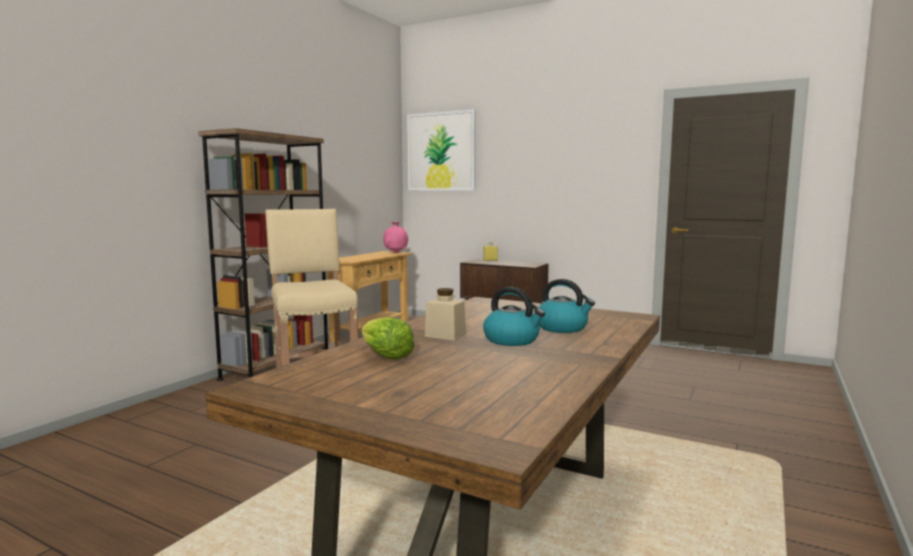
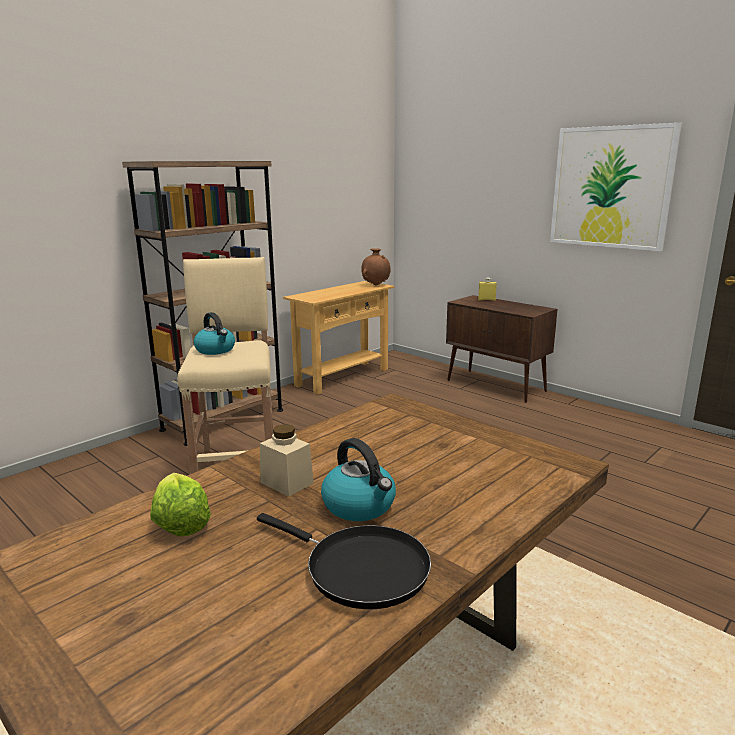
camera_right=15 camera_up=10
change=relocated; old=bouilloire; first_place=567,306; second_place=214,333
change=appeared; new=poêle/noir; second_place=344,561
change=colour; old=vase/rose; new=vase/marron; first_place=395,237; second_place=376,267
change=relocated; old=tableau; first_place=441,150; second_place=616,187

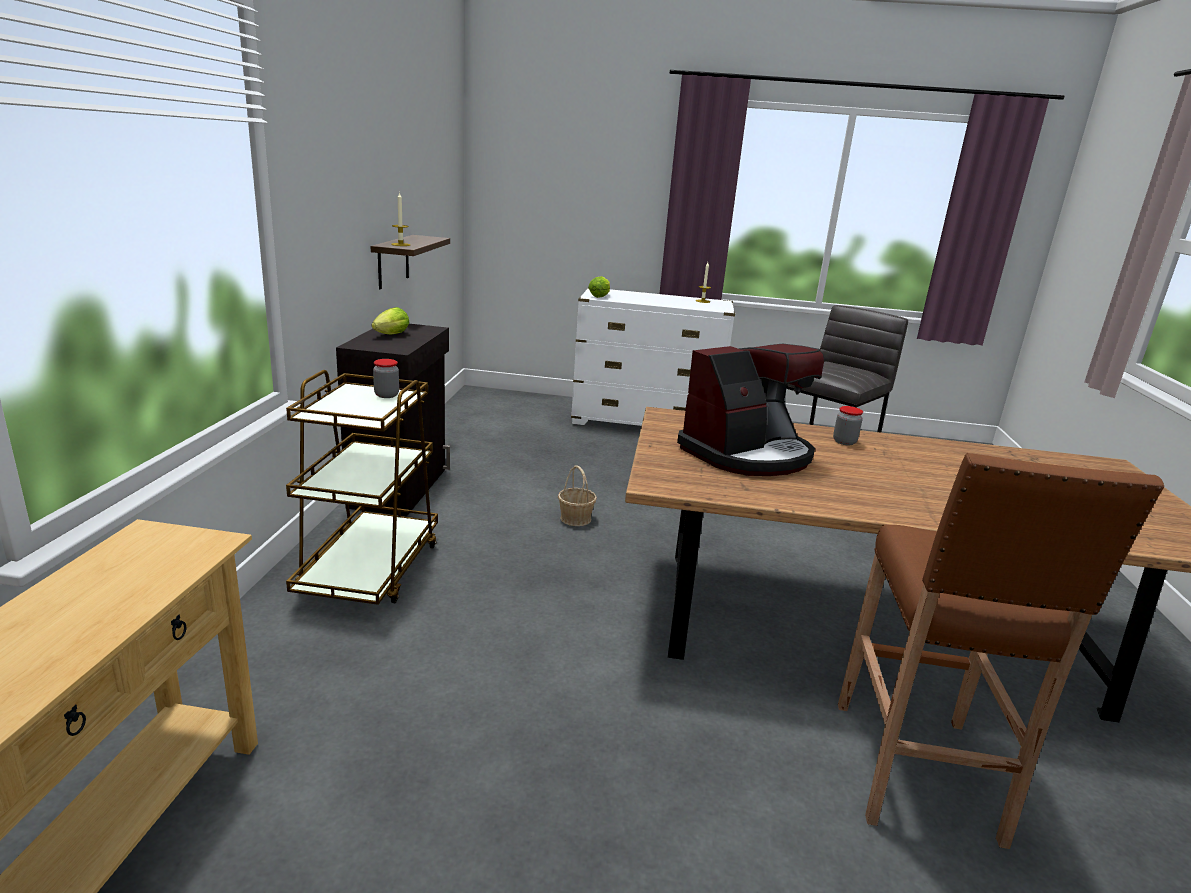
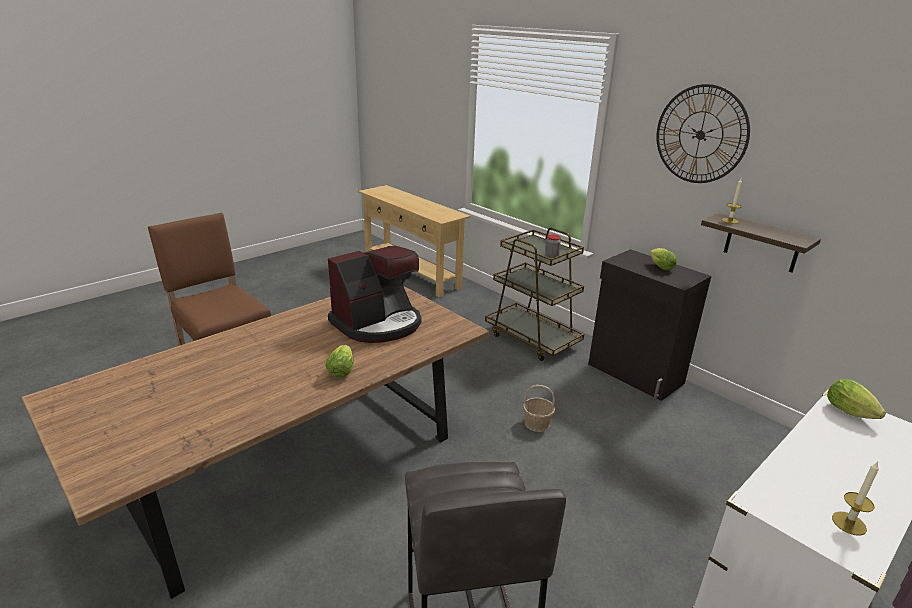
camera_right=130 camera_up=5
change=exchanged; old=bocal; new=laitue; first_place=848,425; second_place=339,361
change=spun; old=machine à café; first_place=750,409; second_place=375,294; degrees=-135
change=appeared; new=horloge murale; second_place=703,133

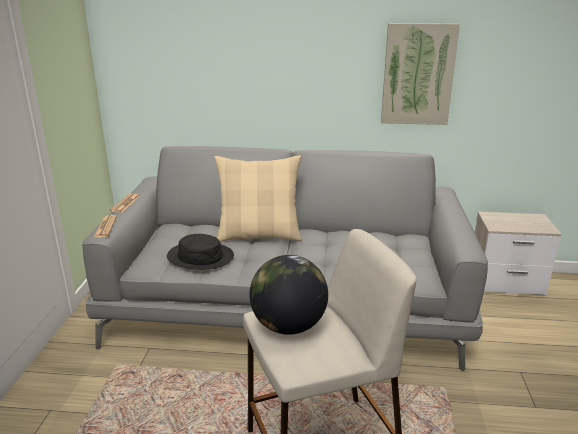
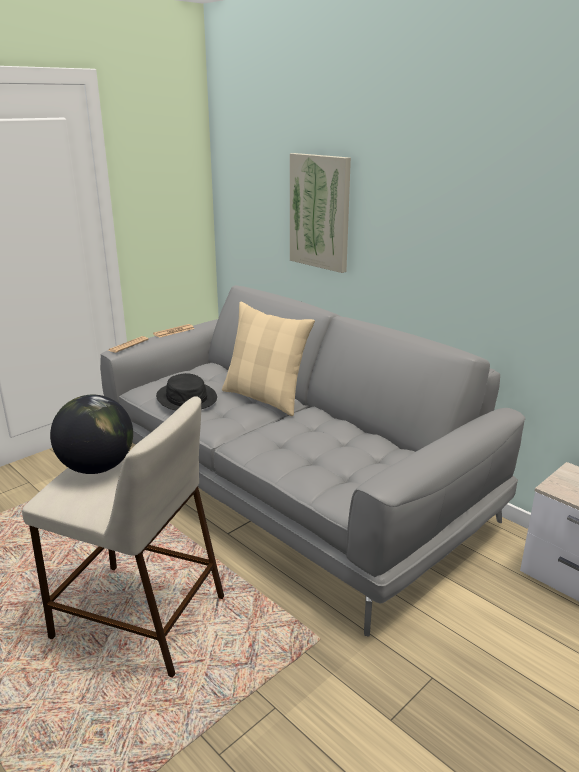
camera_right=40 camera_up=0
change=relocated; old=tableau; first_place=420,74; second_place=320,213

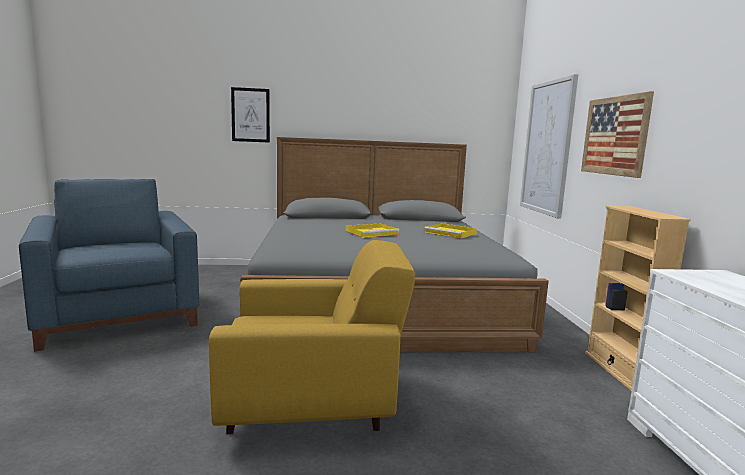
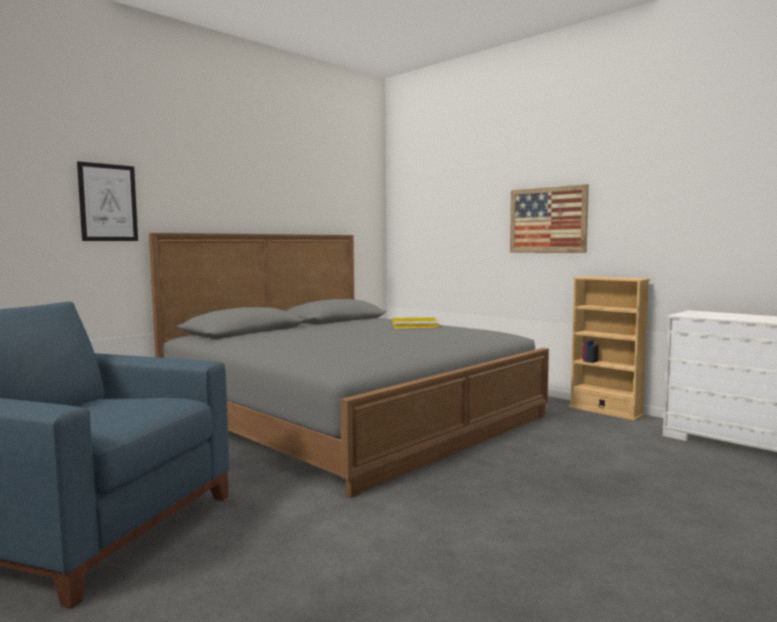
camera_right=-40 camera_up=-5
change=missing; old=fauteuil/jaune; first_place=312,337
change=missing; old=plateau/jaune; first_place=373,230
change=missing; old=tableau; first_place=549,146

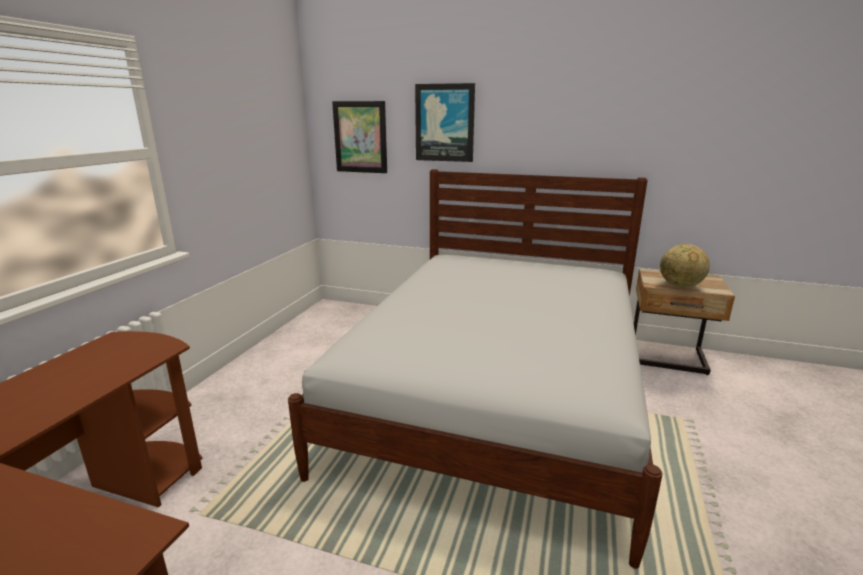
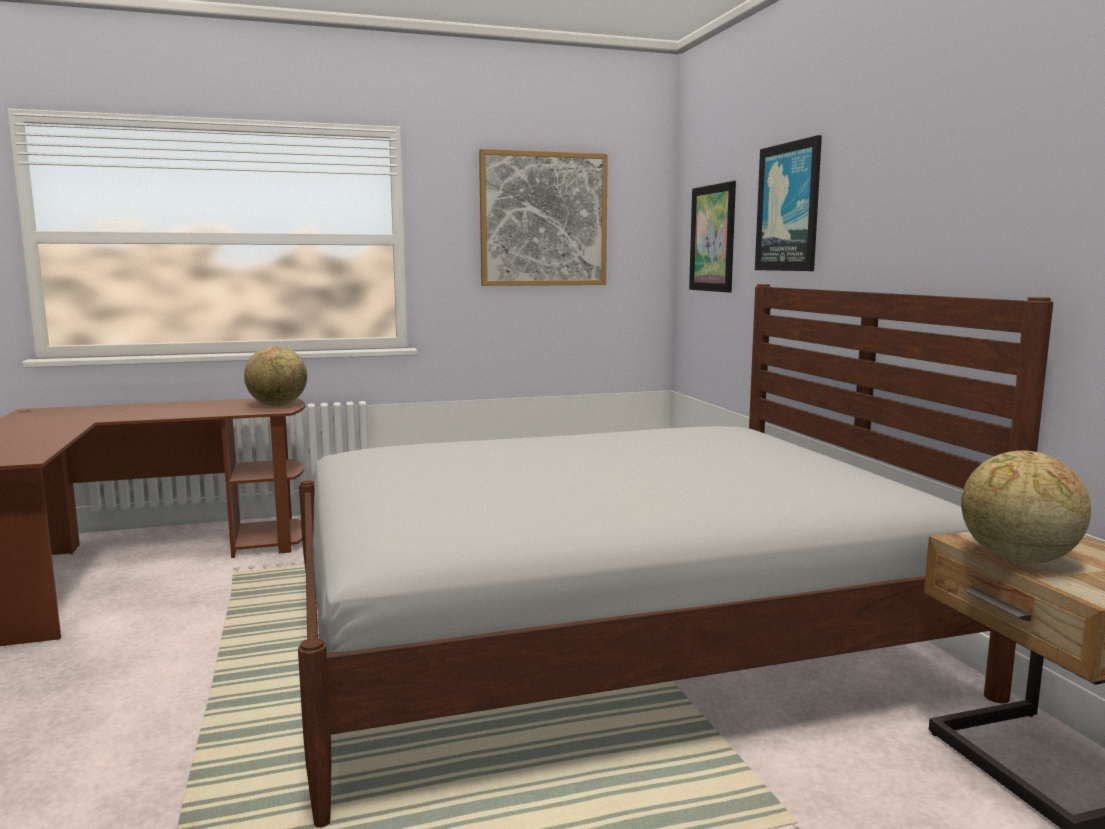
camera_right=55 camera_up=-10
change=appeared; new=globe; second_place=275,376
change=appeared; new=tableau; second_place=543,217

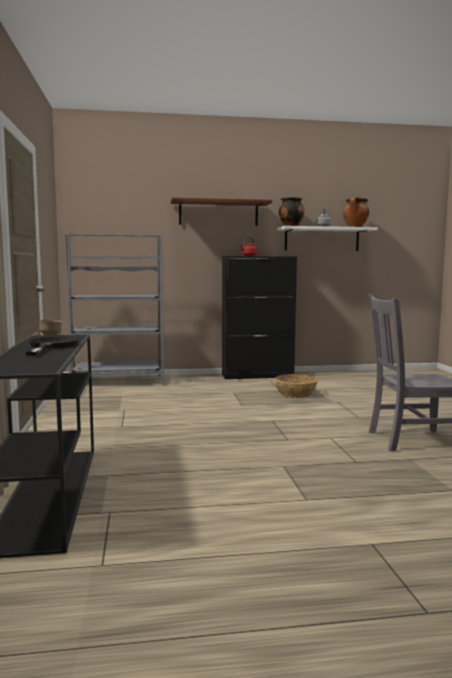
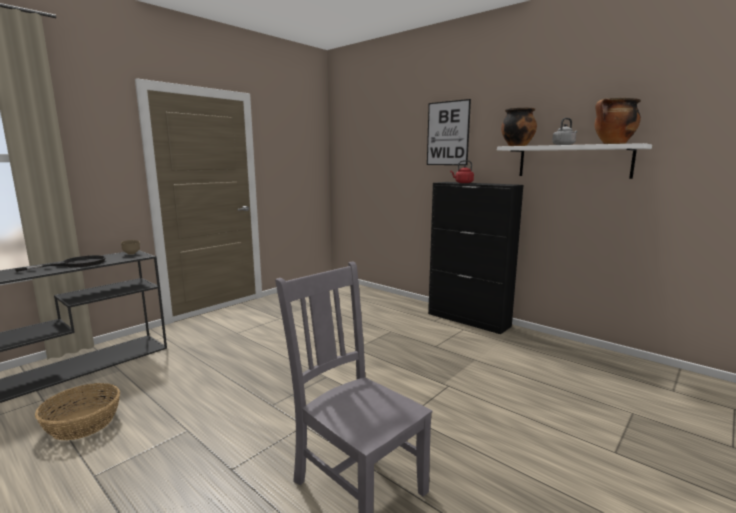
camera_right=50 camera_up=5
change=relocated; old=panier; first_place=296,386; second_place=77,412
change=exchanged; old=étagère/marron; new=tableau; first_place=221,212; second_place=449,132
change=missing; old=bibliothèque/gris; first_place=114,309

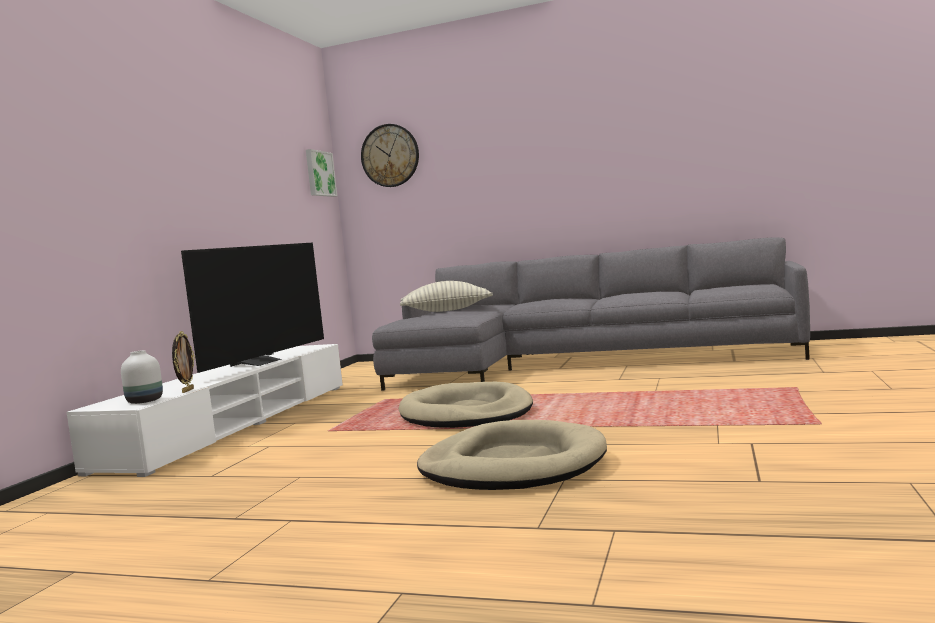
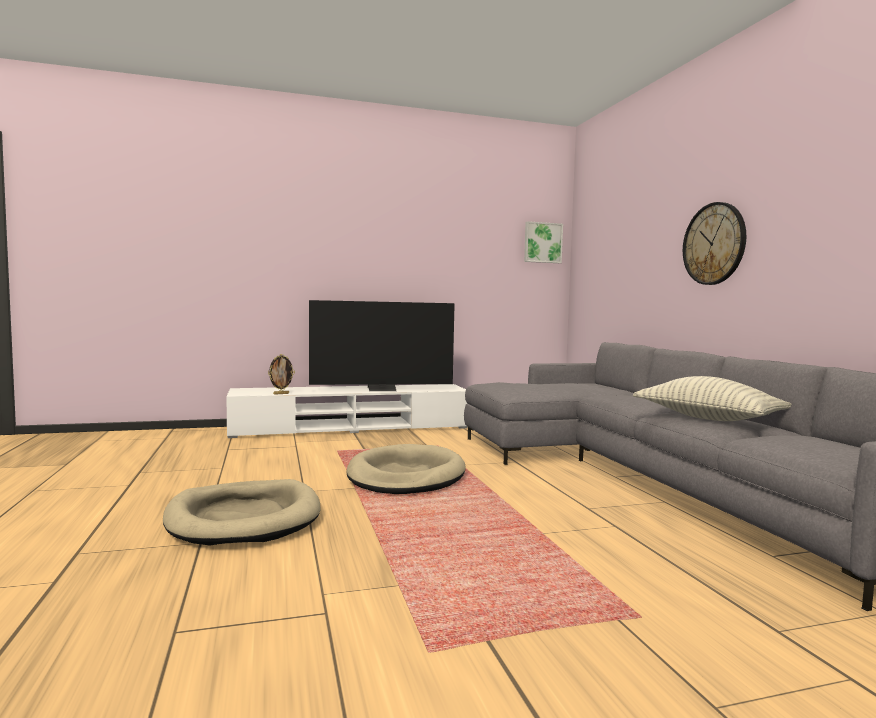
camera_right=55 camera_up=0
change=relocated; old=coussin; first_place=446,296; second_place=712,398
change=relocated; old=horloge murale; first_place=390,155; second_place=714,243
change=missing; old=vase/blanc; first_place=142,377

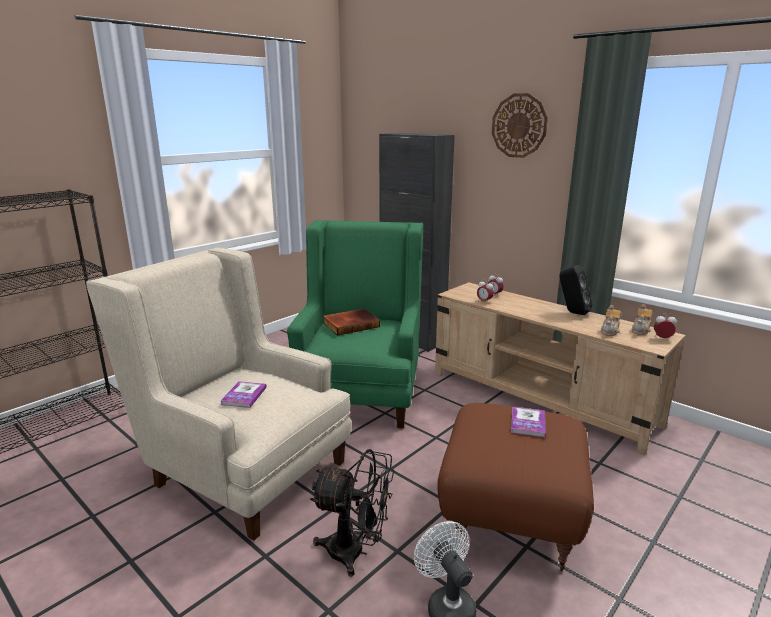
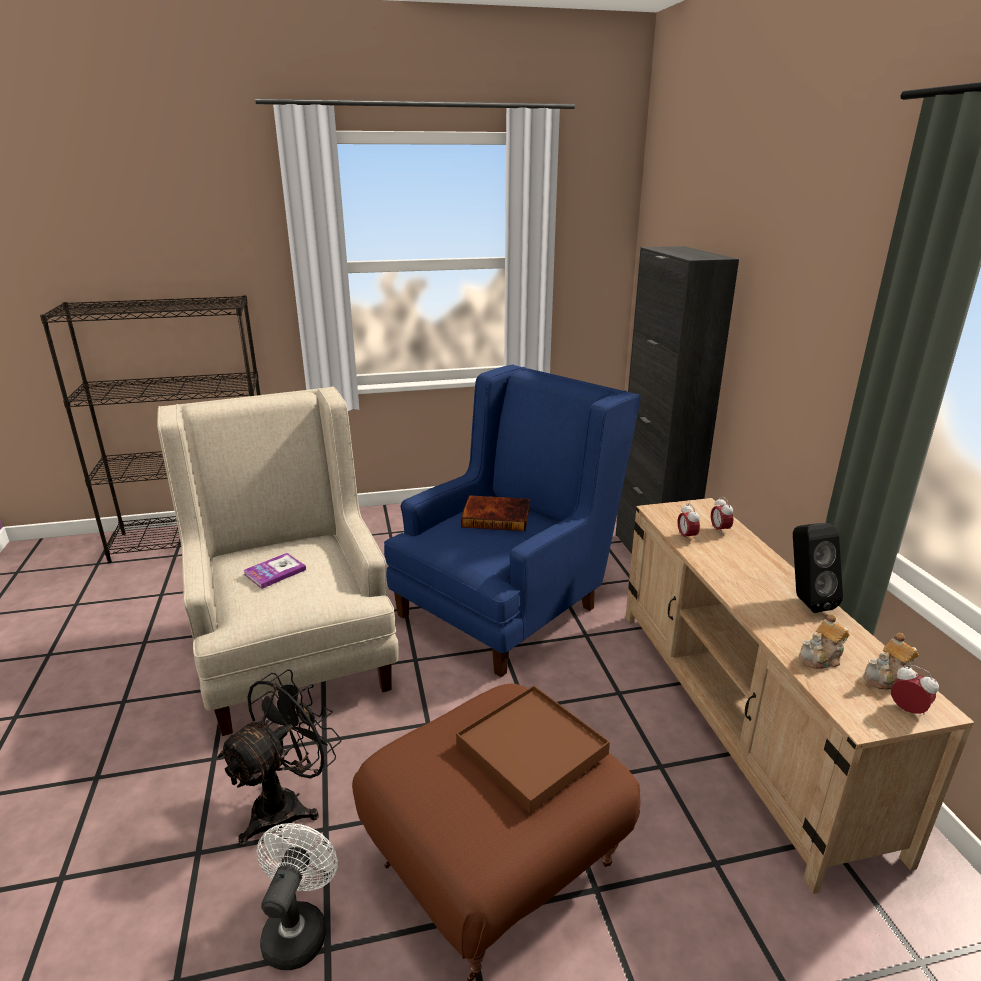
camera_right=35 camera_up=5
change=spun; old=ventilateur/noir; first_place=352,513; second_place=279,757; degrees=-105
change=colour; old=fauteuil/vert; new=fauteuil/bleu; first_place=355,324; second_place=512,520
change=exchanged; old=livre; new=plateau/marron; first_place=528,422; second_place=533,749
change=missing; old=horloge murale; first_place=520,125

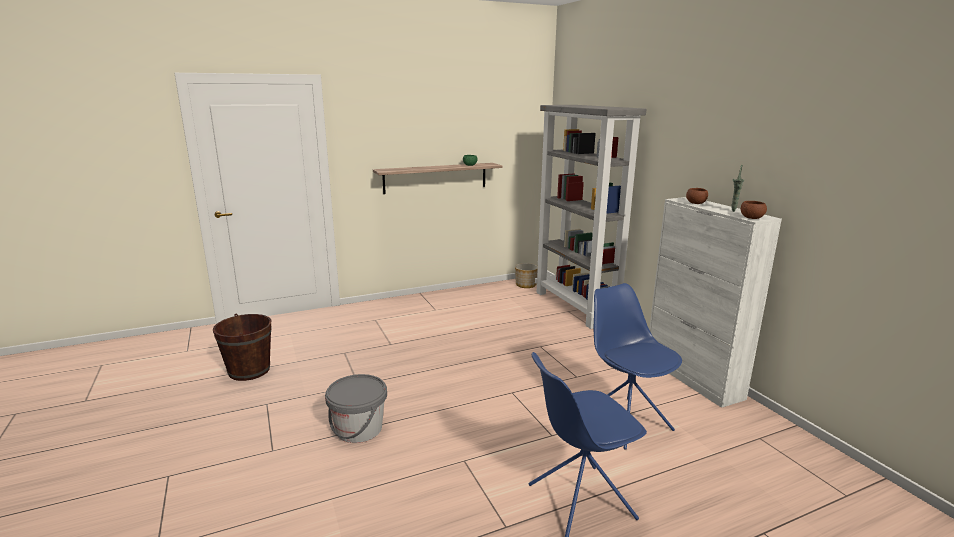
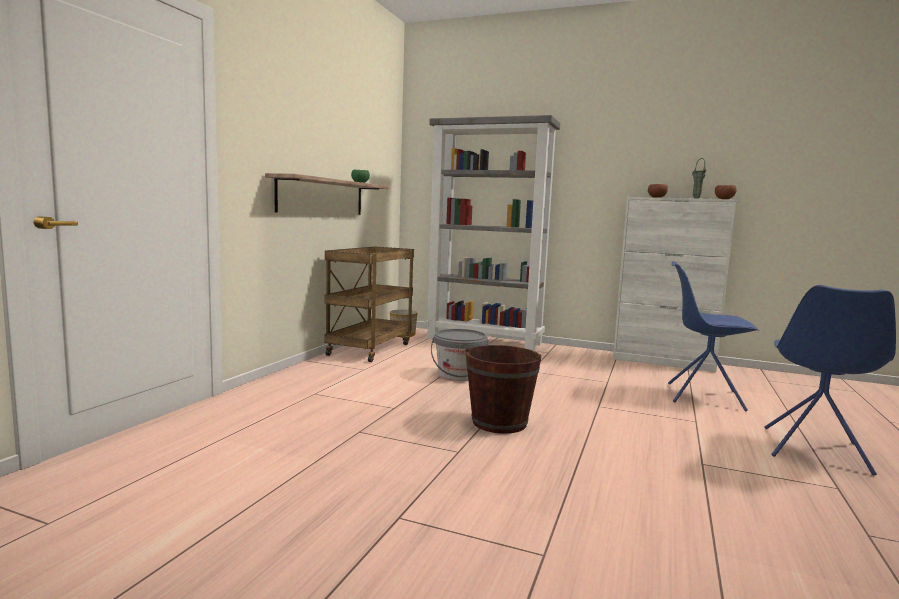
camera_right=-45 camera_up=-10
change=appeared; new=chariot/marron; second_place=369,304
change=relocated; old=seau/gris; first_place=356,408; second_place=460,355
change=relocated; old=seau/marron; first_place=242,347; second_place=503,389

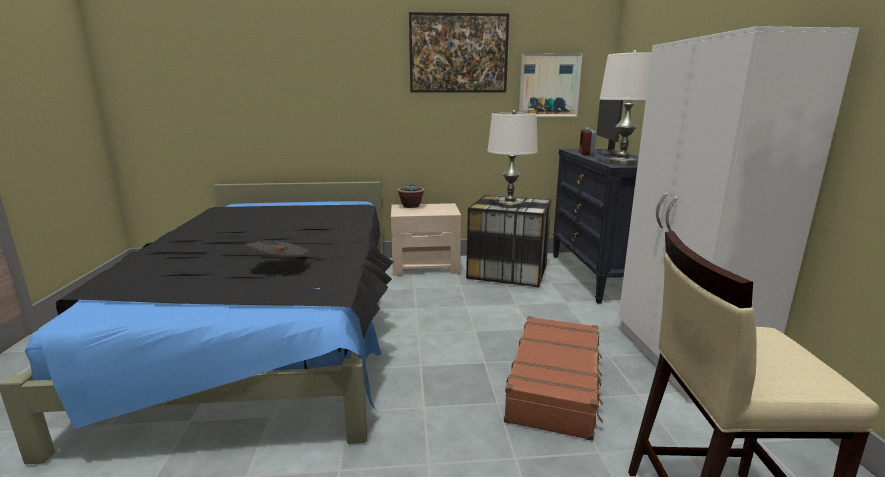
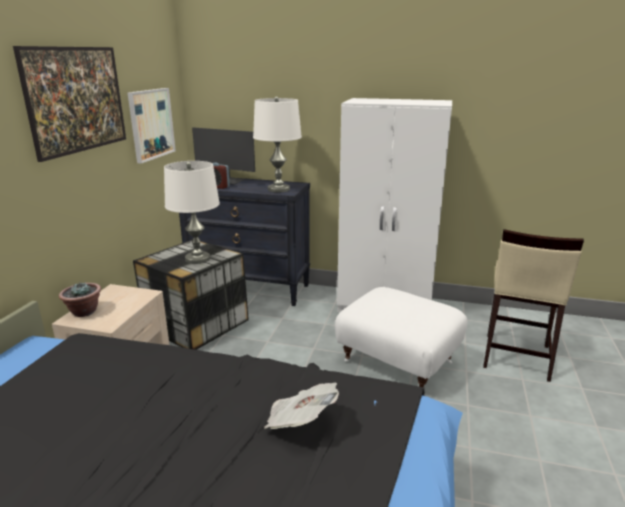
camera_right=-70 camera_up=5
change=exchanged; old=valise/marron; new=pouf/blanc; first_place=553,378; second_place=401,341

